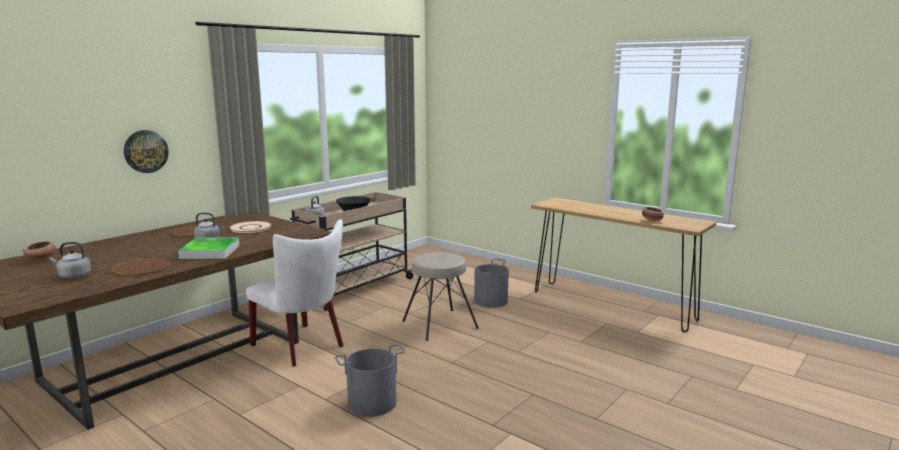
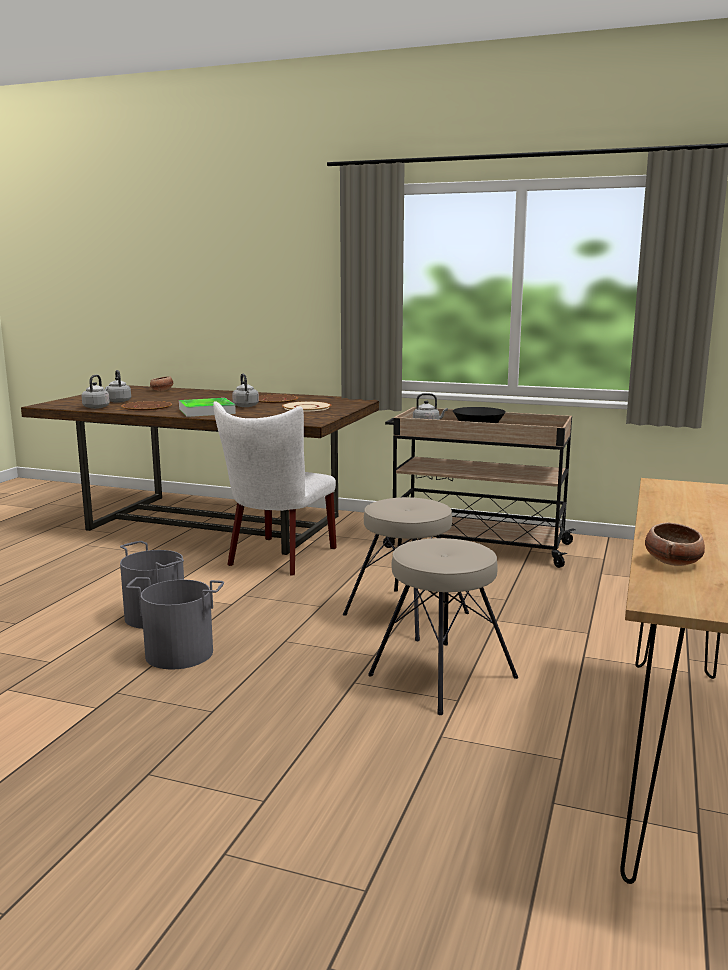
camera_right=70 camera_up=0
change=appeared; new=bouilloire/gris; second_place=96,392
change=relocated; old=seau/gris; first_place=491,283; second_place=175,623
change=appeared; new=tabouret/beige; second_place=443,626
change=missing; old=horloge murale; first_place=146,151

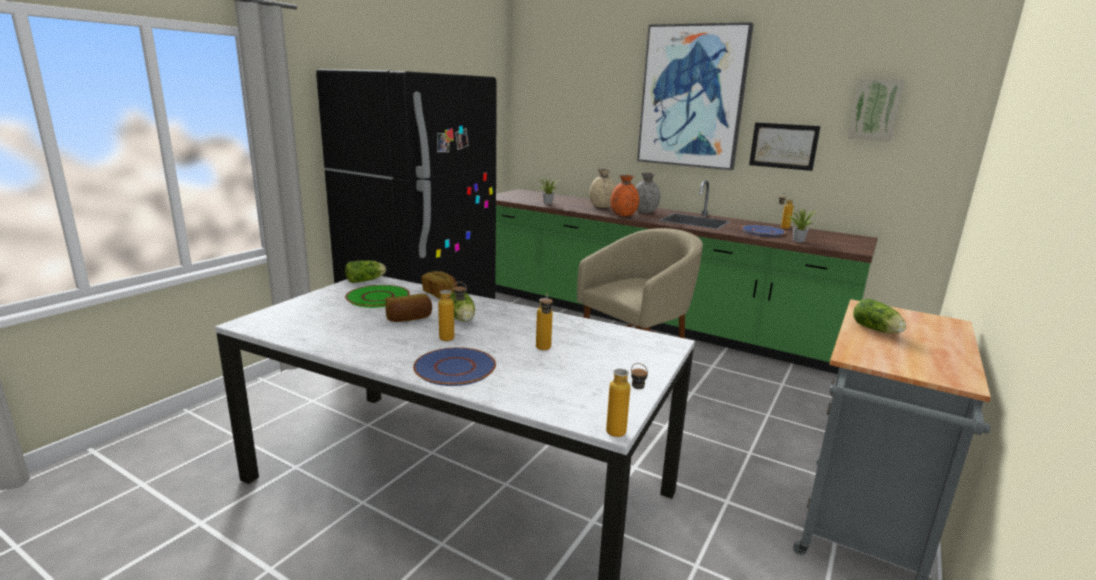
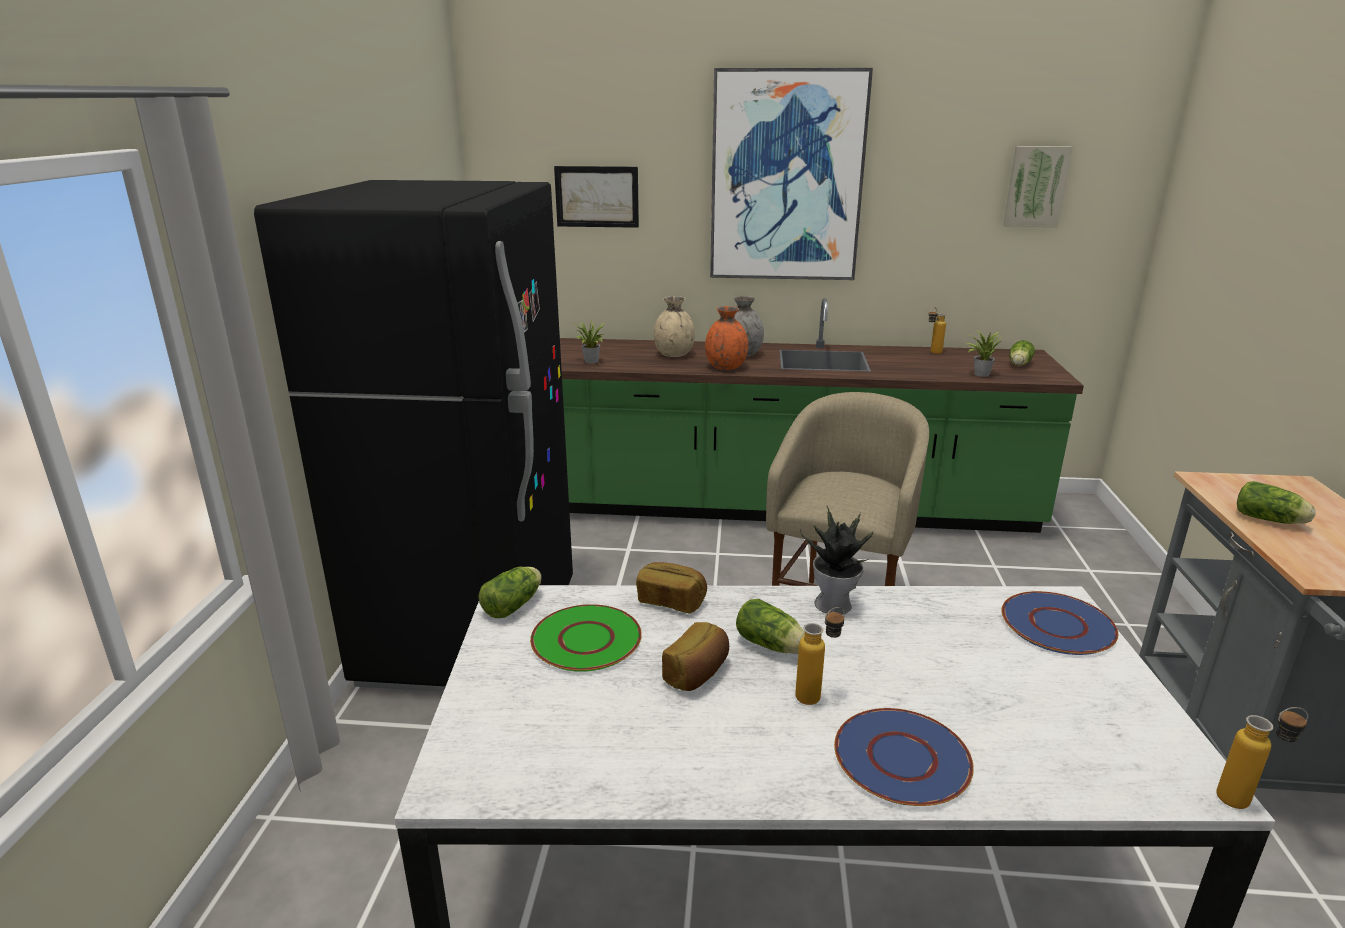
camera_right=-25 camera_up=5
change=relocated; old=tableau; first_place=785,146; second_place=596,197
change=appeared; new=plante en pot; second_place=836,560
change=relocated; old=assiette/bleu; first_place=763,231; second_place=1059,623
change=appeared; new=laitue; second_place=1022,353
change=missing; old=bouteille; first_place=544,321

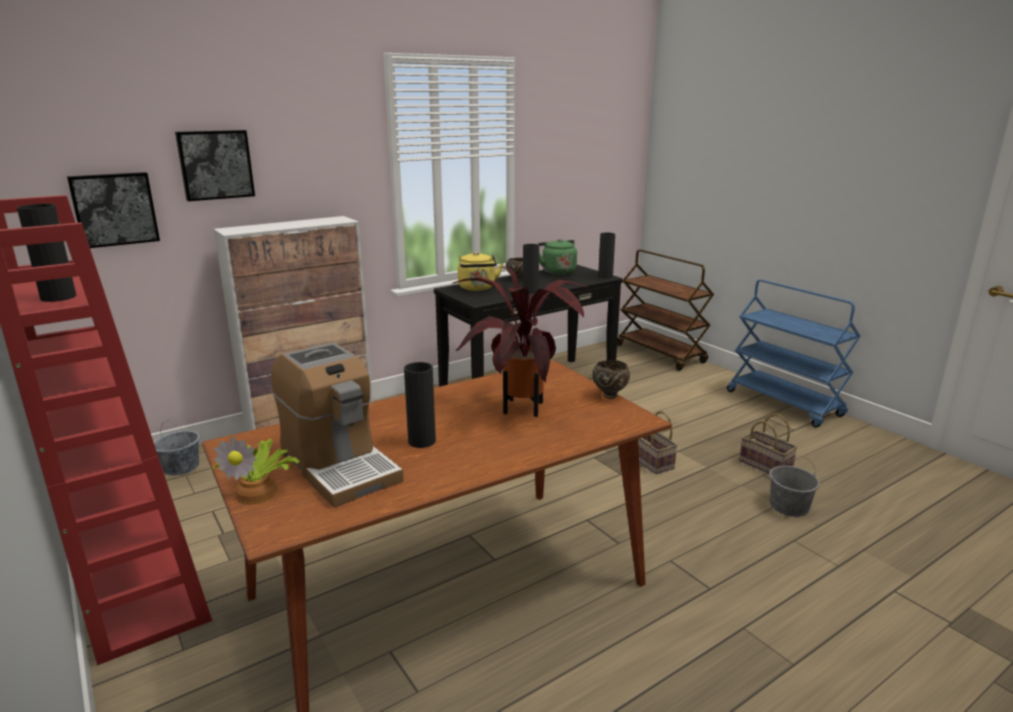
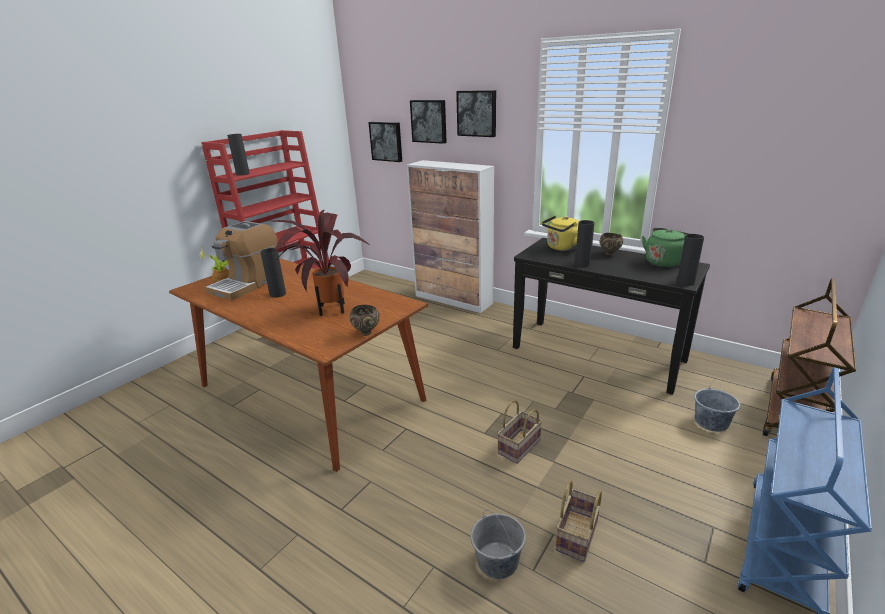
camera_right=70 camera_up=5
change=appeared; new=tableau; second_place=476,113
change=relocated; old=seau/gris; first_place=177,448; second_place=717,406

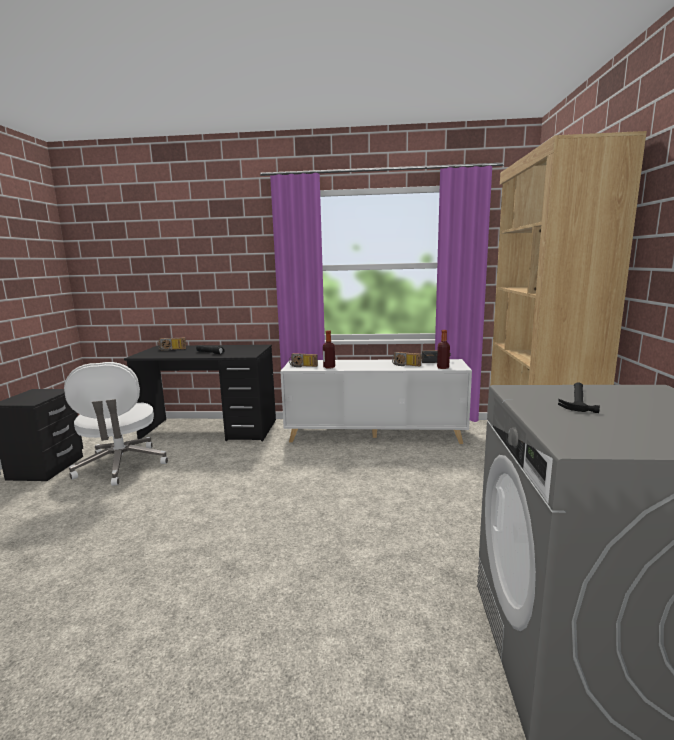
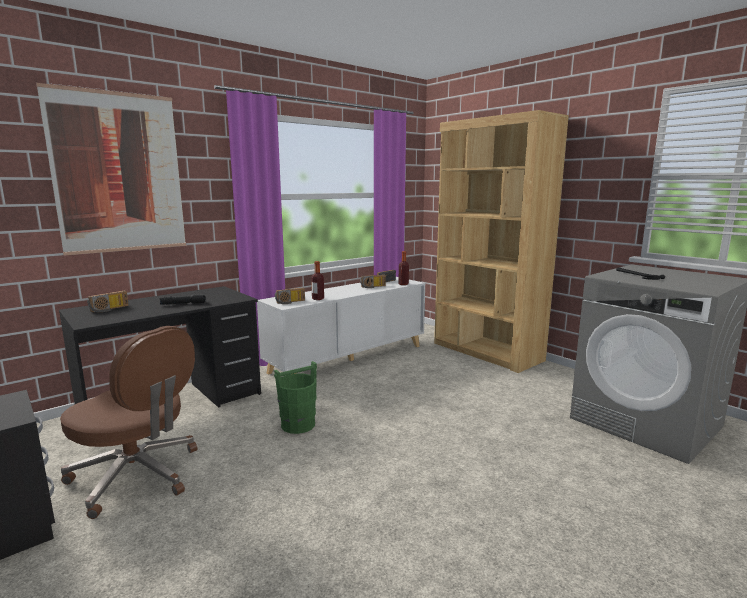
camera_right=-45 camera_up=0
change=appeared; new=tableau; second_place=111,169
change=colour; old=chaise de bureau/blanc; new=chaise de bureau/marron; first_place=116,424; second_place=128,422
change=appeared; new=seau/vert; second_place=295,397

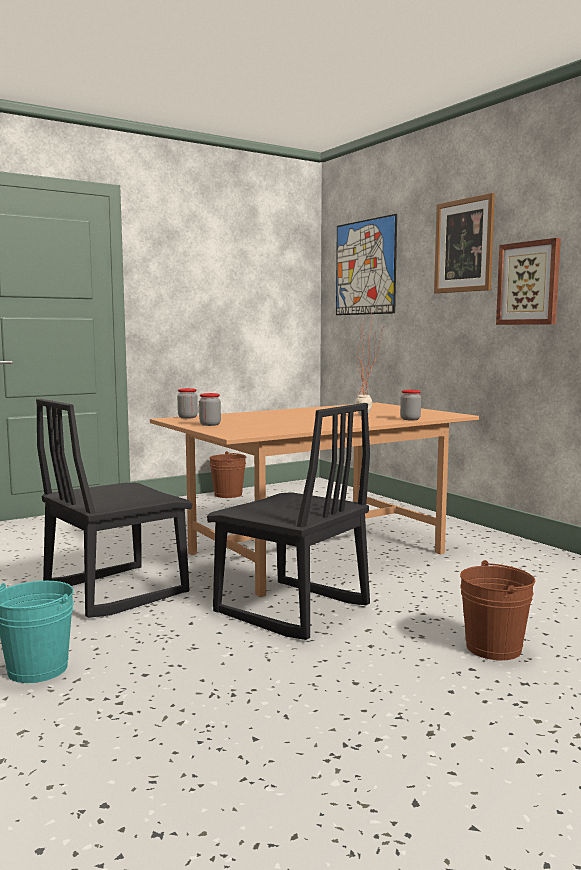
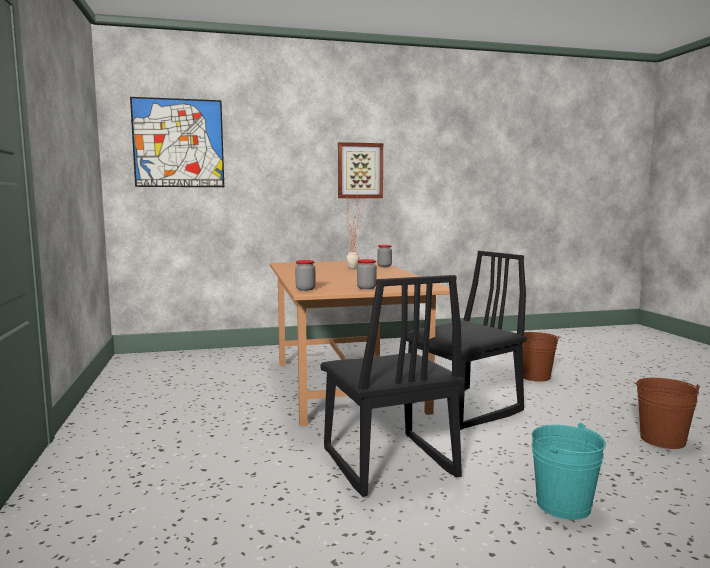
camera_right=-70 camera_up=0
change=relocated; old=seau/marron; first_place=227,474; second_place=666,413
change=missing; old=tableau; first_place=464,243

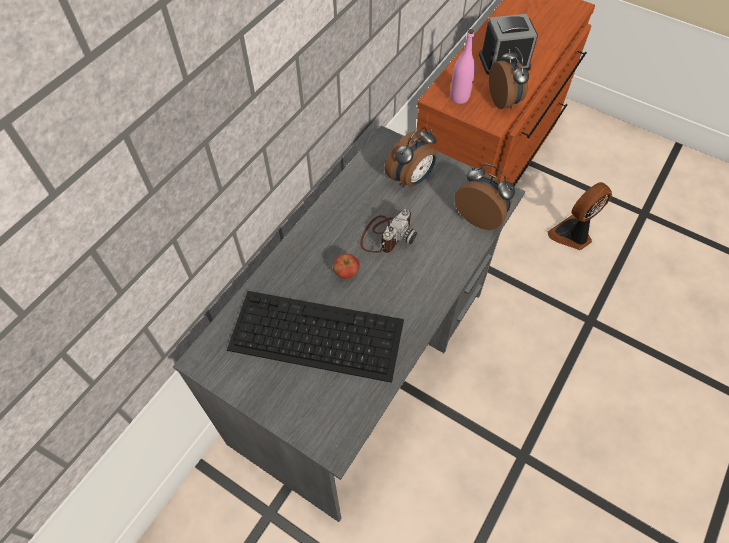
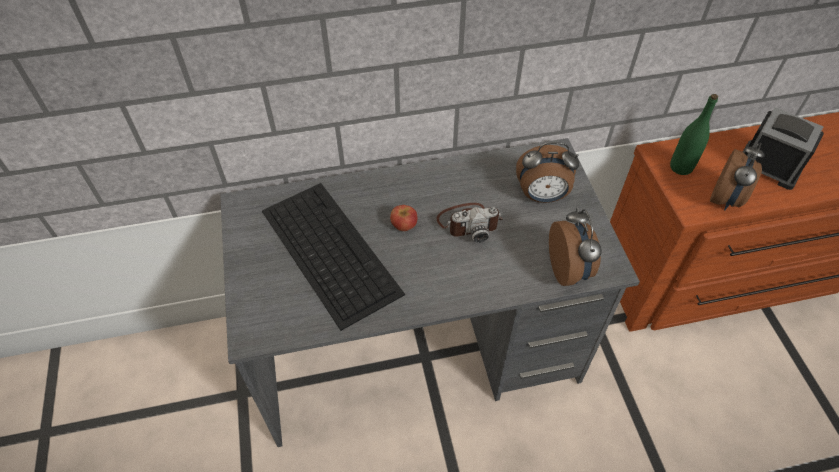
camera_right=45 camera_up=-5
change=colour; old=bouteille/rose; new=bouteille/vert; first_place=462,66; second_place=694,134
change=missing; old=ventilateur; first_place=579,216

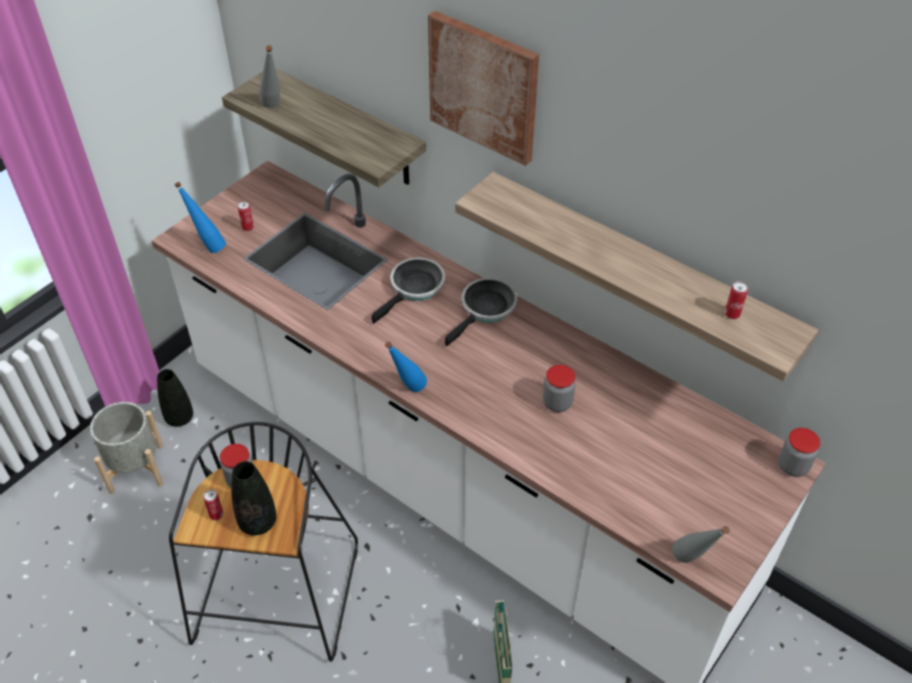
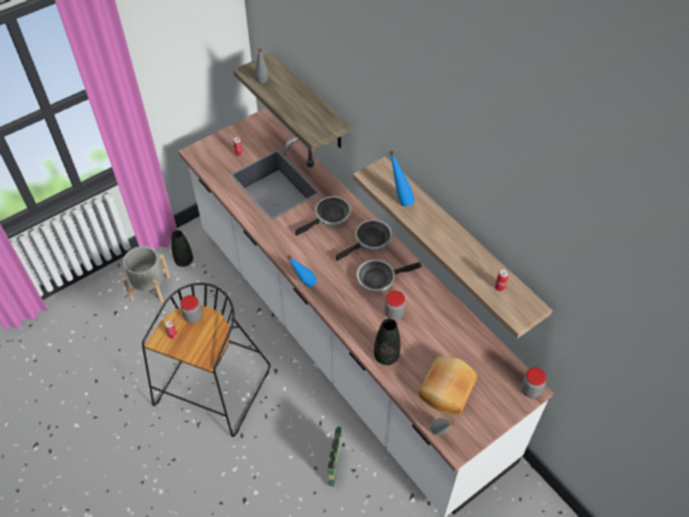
camera_right=15 camera_up=5
change=appeared; new=poêle; second_place=389,275
change=relocated; old=vase/noir; first_place=254,498; second_place=387,342
change=relocated; old=bouteille/bleu; first_place=200,217; second_place=402,179
change=appeared; new=pain; second_place=448,385
change=missing; old=tableau; first_place=483,88

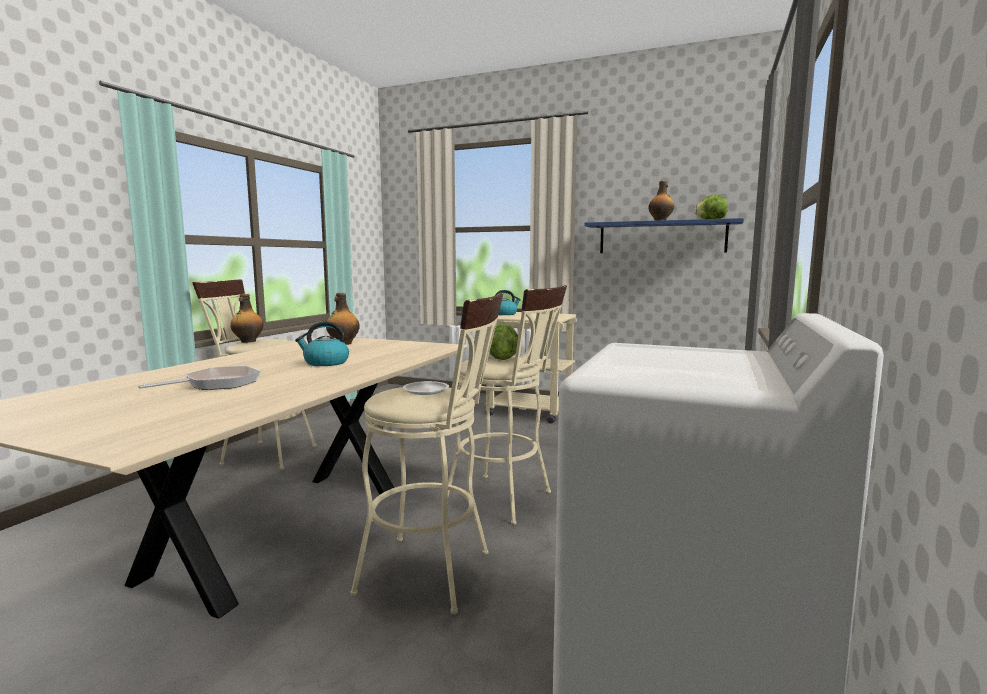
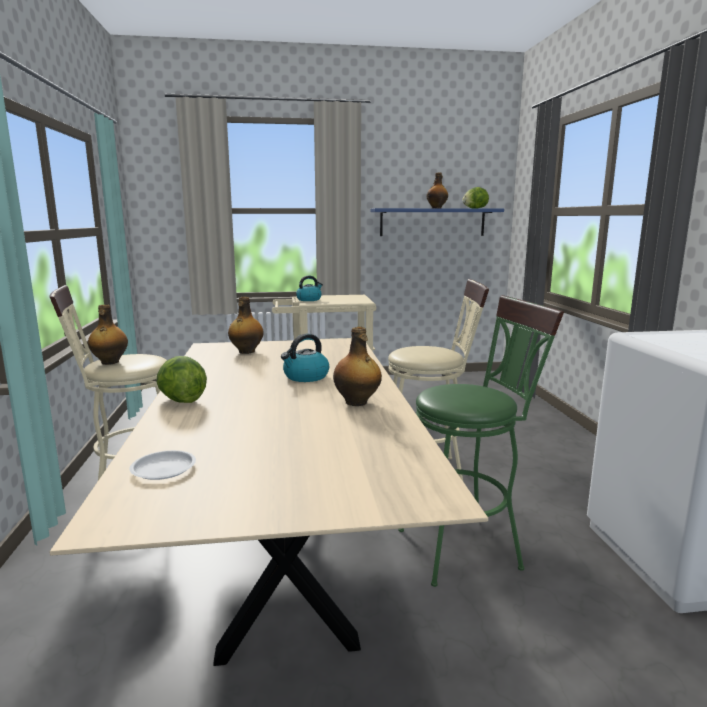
camera_right=-30 camera_up=5
change=relocated; old=assiette/blanc; first_place=426,388; second_place=163,465
change=relocated; old=laitue; first_place=501,342; second_place=181,379
change=appeared; new=bouteille; second_place=357,366
change=colour; old=tabouret/beige; new=tabouret/vert; first_place=427,453; second_place=481,441
change=missing; old=poêle; first_place=199,378

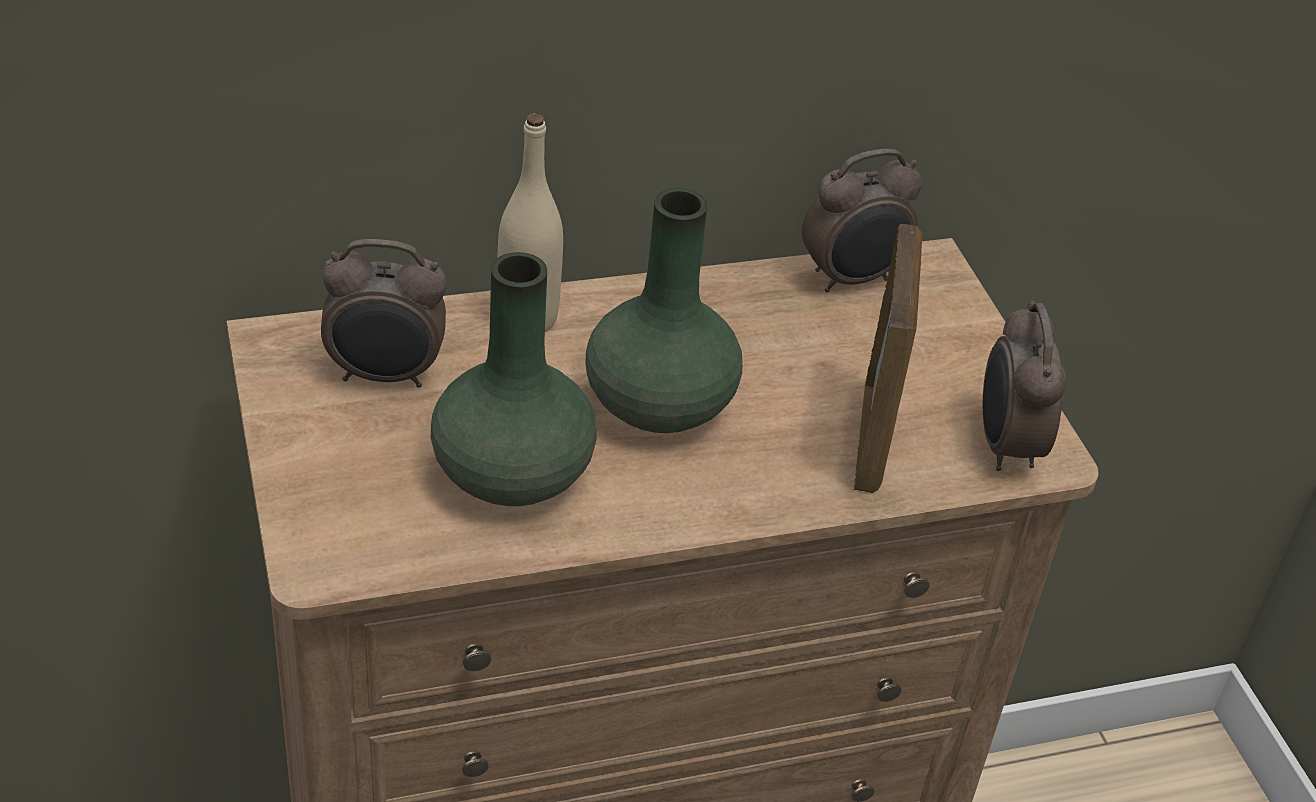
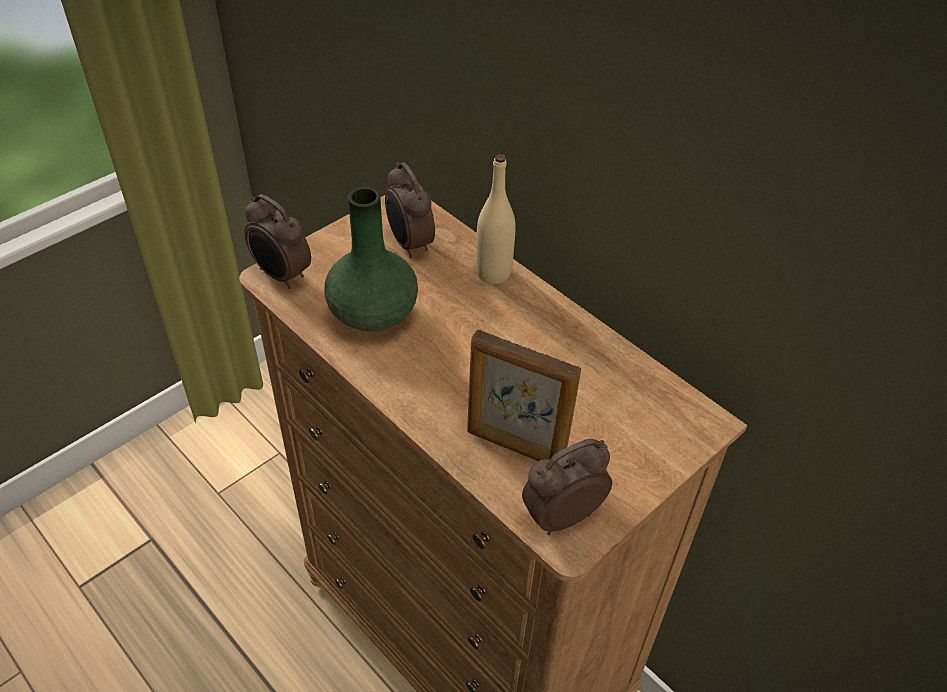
camera_right=65 camera_up=5
change=relocated; old=réveil; first_place=862,220; second_place=277,241
change=spun; old=cadre photo; first_place=888,358; second_place=524,395; degrees=45
change=missing; old=vase/vert; first_place=663,310

